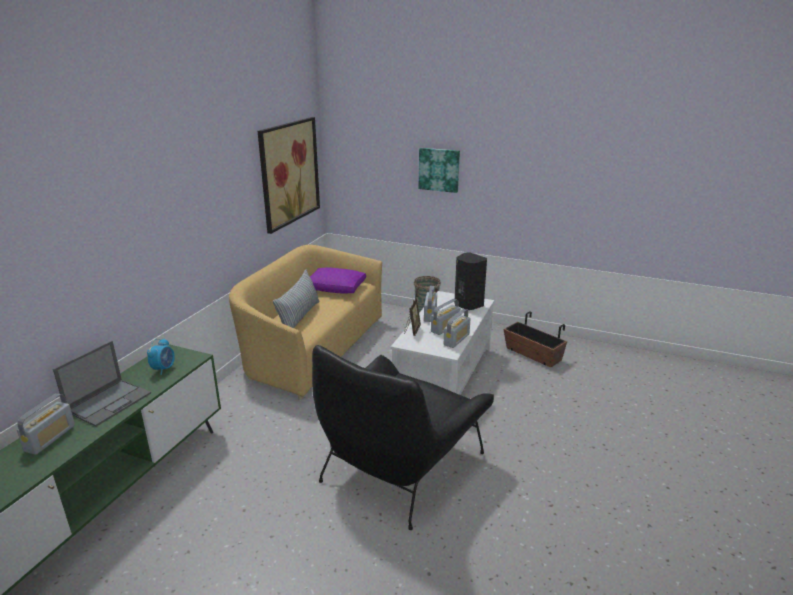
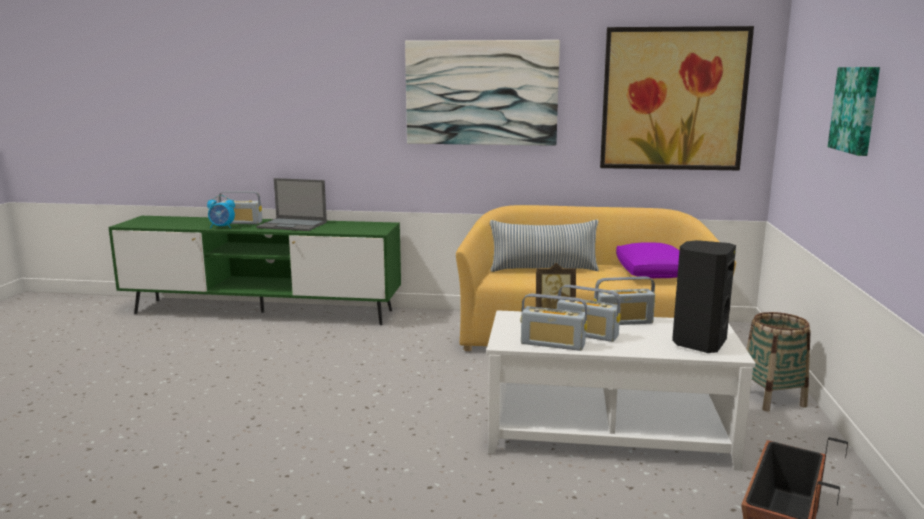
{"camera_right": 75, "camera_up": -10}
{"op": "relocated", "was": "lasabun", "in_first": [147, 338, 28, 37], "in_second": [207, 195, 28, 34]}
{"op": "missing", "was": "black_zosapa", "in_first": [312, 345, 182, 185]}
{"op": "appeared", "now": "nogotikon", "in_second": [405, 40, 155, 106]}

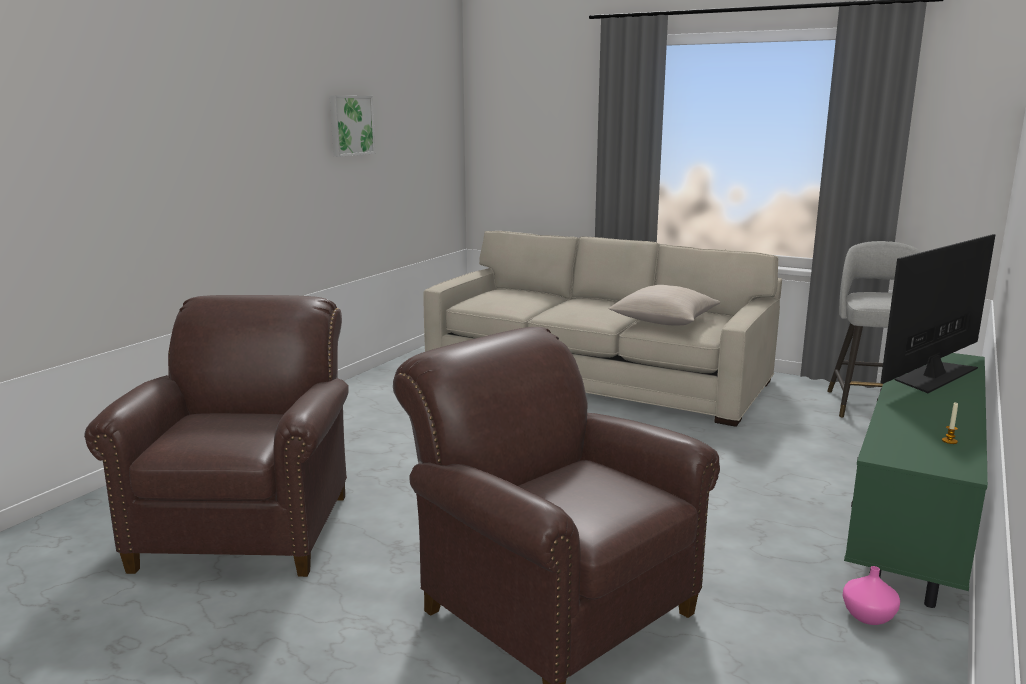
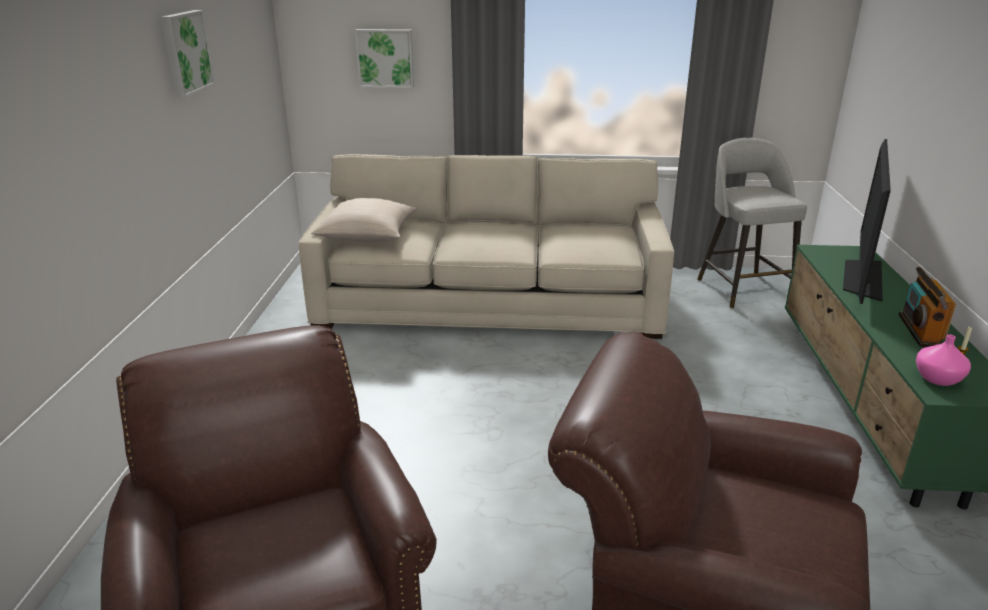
{"camera_right": -25, "camera_up": 10}
{"op": "relocated", "was": "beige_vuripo", "in_first": [609, 285, 112, 40], "in_second": [311, 198, 106, 44]}
{"op": "relocated", "was": "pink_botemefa", "in_first": [843, 566, 57, 59], "in_second": [916, 335, 55, 51]}
{"op": "appeared", "now": "nogotikon", "in_second": [355, 29, 59, 59]}
{"op": "appeared", "now": "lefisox", "in_second": [898, 267, 58, 80]}

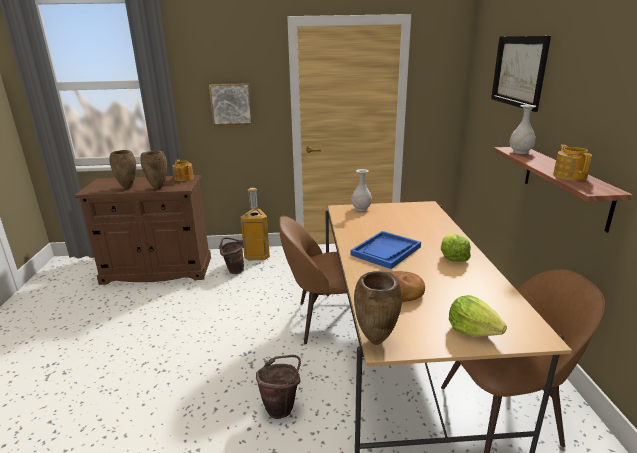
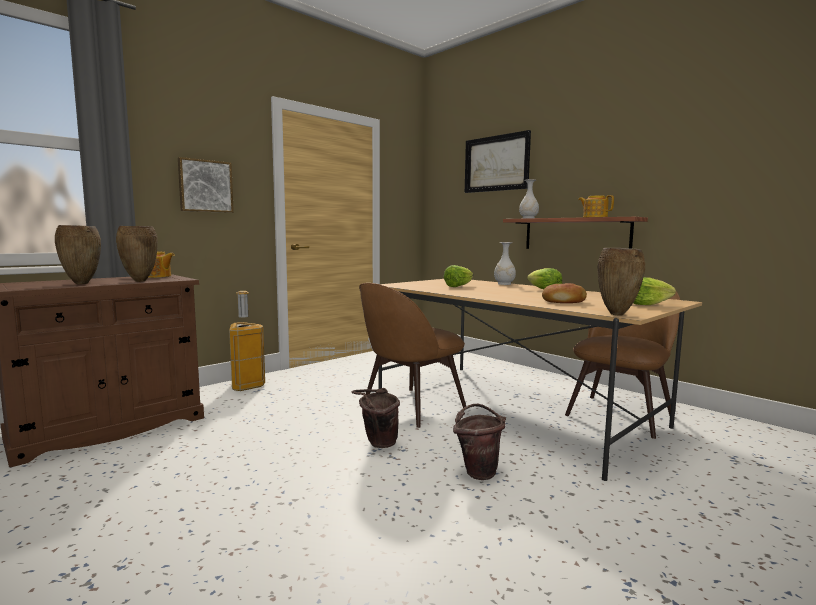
{"camera_right": -40, "camera_up": -15}
{"op": "relocated", "was": "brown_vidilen", "in_first": [219, 237, 25, 37], "in_second": [352, 388, 48, 60]}
{"op": "missing", "was": "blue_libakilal", "in_first": [350, 231, 71, 38]}
{"op": "relocated", "was": "white_botemefa", "in_first": [351, 169, 21, 42], "in_second": [494, 242, 22, 43]}
{"op": "appeared", "now": "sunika", "in_second": [444, 265, 29, 22]}

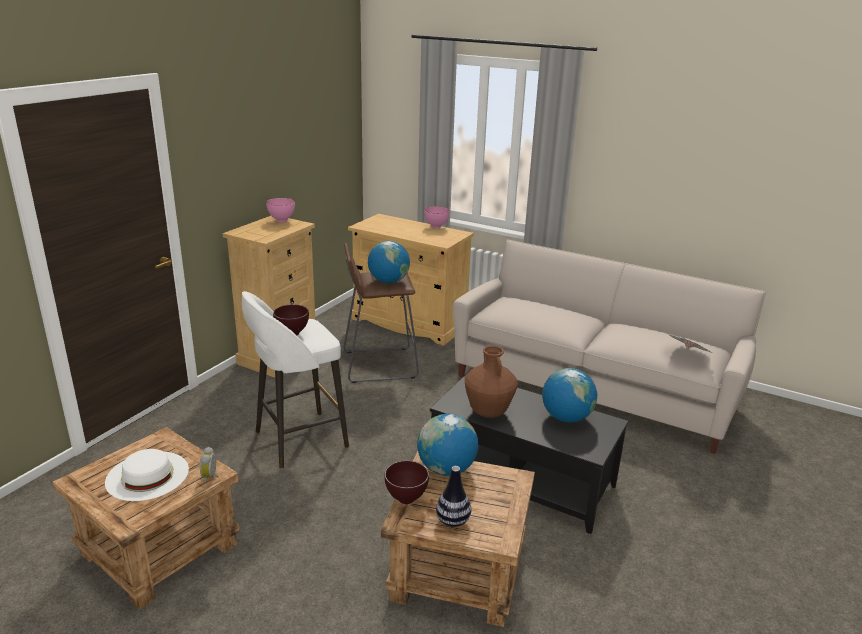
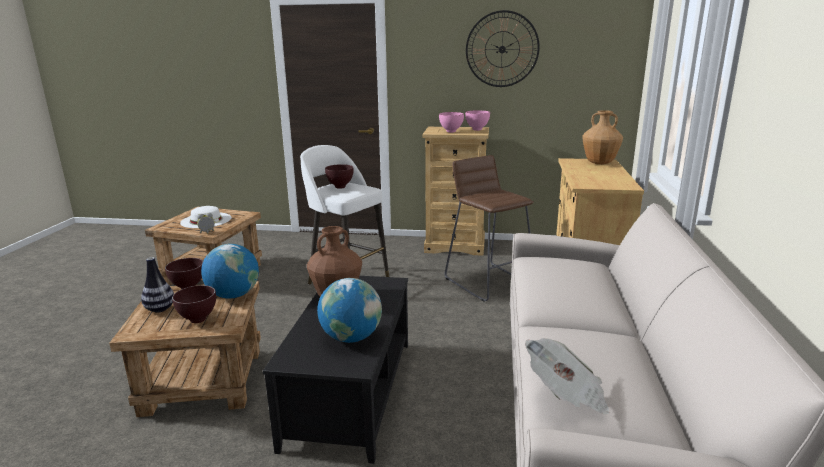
{"camera_right": 70, "camera_up": -5}
{"op": "missing", "was": "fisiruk", "in_first": [368, 241, 42, 42]}
{"op": "relocated", "was": "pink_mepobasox", "in_first": [424, 206, 25, 23], "in_second": [439, 112, 25, 21]}
{"op": "appeared", "now": "brown_mepobasox", "in_second": [172, 285, 44, 38]}
{"op": "appeared", "now": "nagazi", "in_second": [466, 10, 74, 77]}
{"op": "appeared", "now": "brown_botemefa", "in_second": [582, 110, 41, 55]}

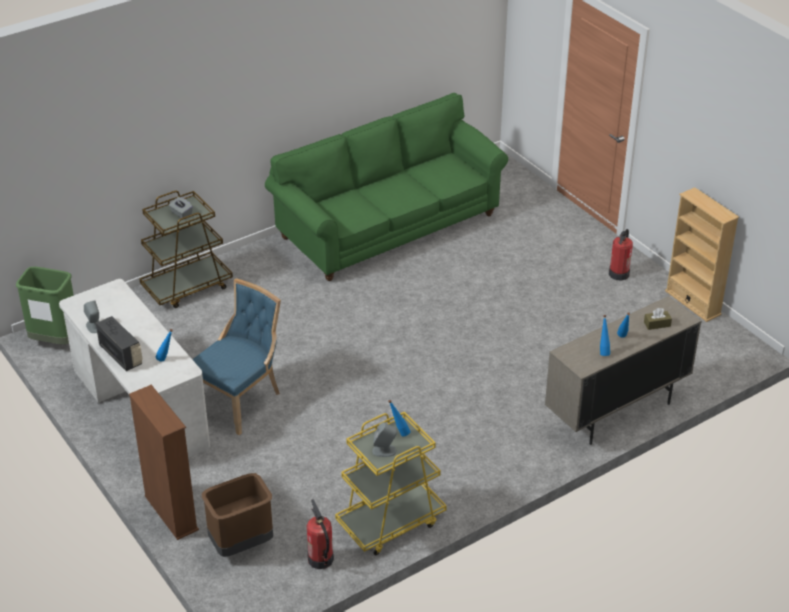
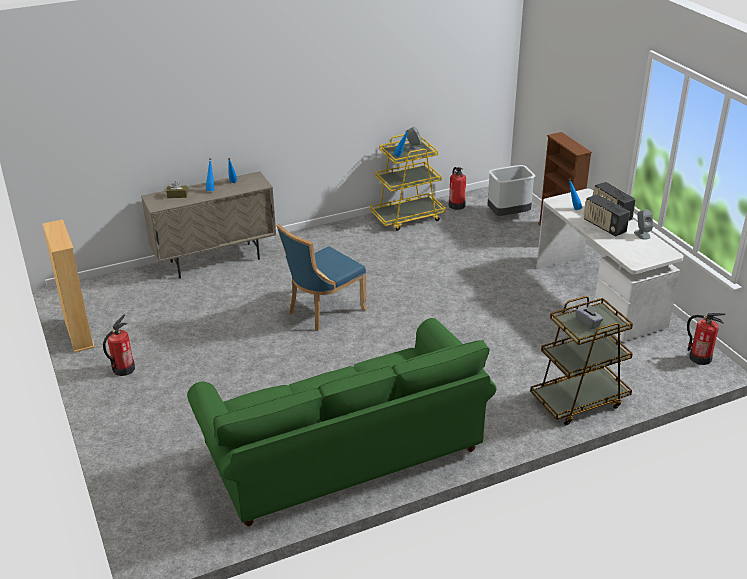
{"camera_right": -170, "camera_up": -5}
{"op": "exchanged", "was": "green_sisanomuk", "now": "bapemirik", "in_first": [16, 267, 58, 78], "in_second": [687, 313, 38, 52]}
{"op": "relocated", "was": "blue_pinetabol", "in_first": [192, 278, 89, 157], "in_second": [277, 224, 90, 107]}
{"op": "colour", "was": "brown_sisanomuk", "now": "grey_sisanomuk", "in_first": [202, 473, 71, 84], "in_second": [488, 165, 47, 51]}
{"op": "appeared", "now": "lefisox", "in_second": [583, 194, 47, 42]}

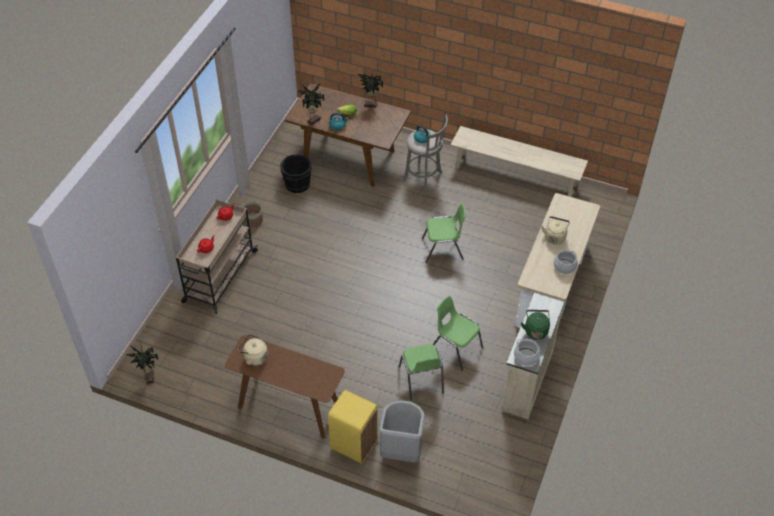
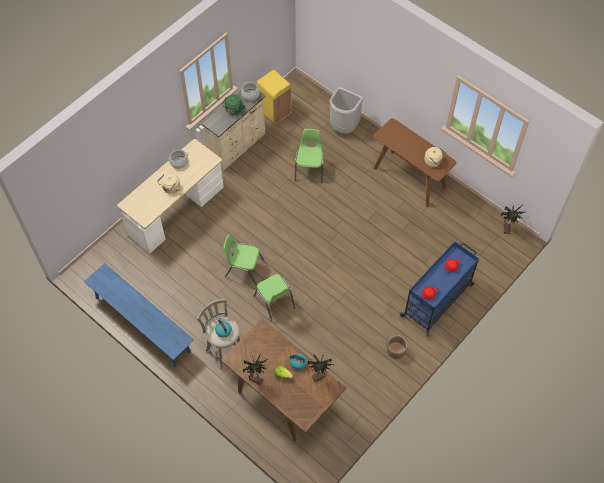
{"camera_right": -160, "camera_up": 10}
{"op": "colour", "was": "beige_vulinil", "now": "blue_vulinil", "in_first": [176, 199, 82, 115], "in_second": [400, 241, 79, 96]}
{"op": "missing", "was": "black_vidilen", "in_first": [280, 155, 32, 38]}
{"op": "relocated", "was": "yellow_sisanomuk", "in_first": [328, 390, 50, 74], "in_second": [257, 70, 35, 54]}
{"op": "relocated", "was": "green_pinetabol", "in_first": [433, 296, 50, 75], "in_second": [254, 274, 41, 47]}
{"op": "colour", "was": "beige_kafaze", "now": "blue_kafaze", "in_first": [451, 126, 137, 71], "in_second": [84, 263, 110, 104]}

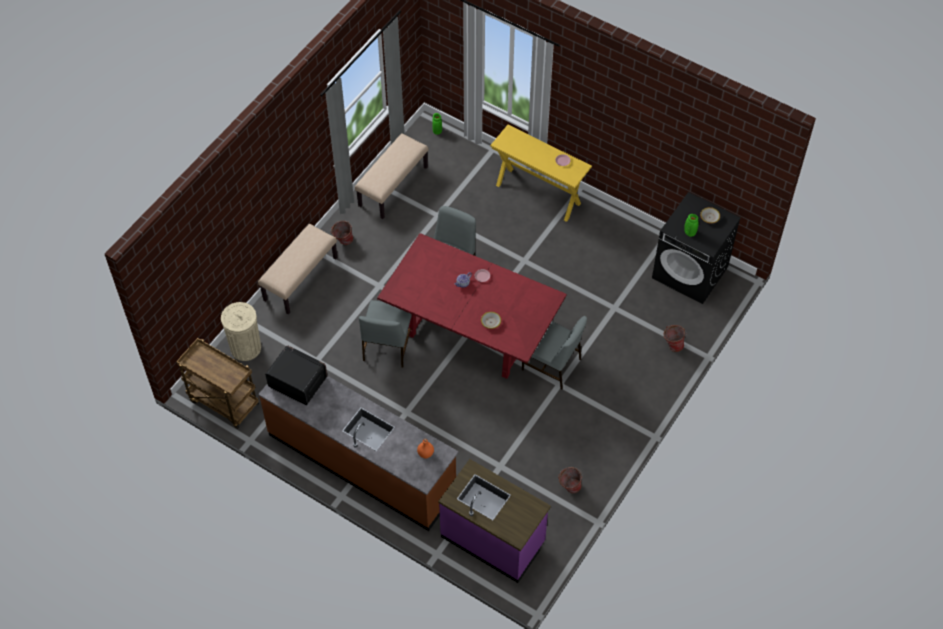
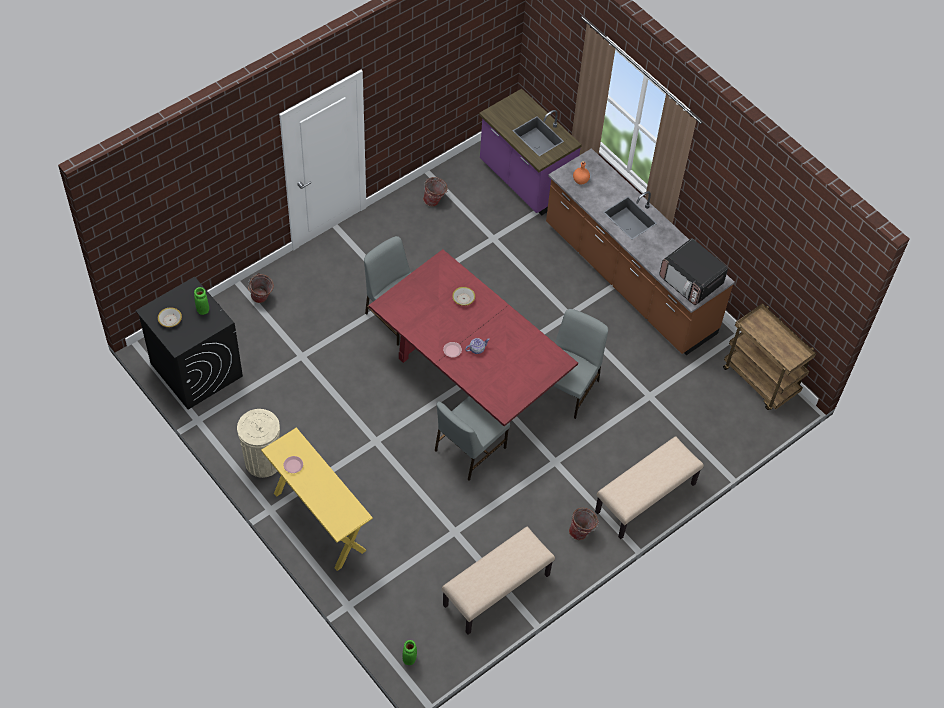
{"camera_right": -165, "camera_up": 0}
{"op": "relocated", "was": "beige_sisanomuk", "in_first": [221, 302, 40, 59], "in_second": [237, 409, 43, 69]}

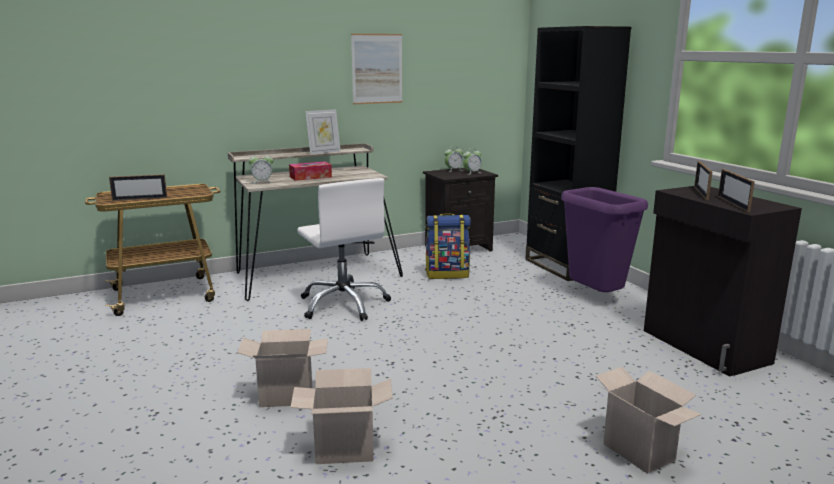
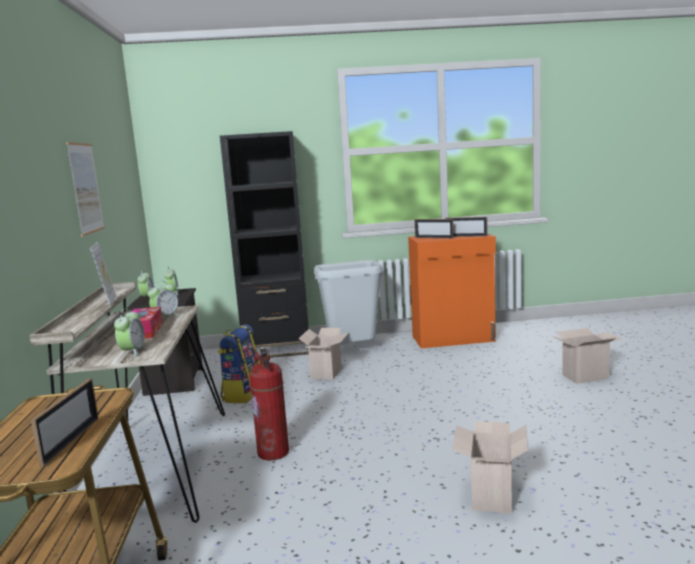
{"camera_right": -70, "camera_up": -5}
{"op": "relocated", "was": "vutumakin", "in_first": [290, 368, 103, 96], "in_second": [299, 328, 50, 52]}
{"op": "exchanged", "was": "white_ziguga", "now": "bapemirik", "in_first": [297, 178, 94, 143], "in_second": [249, 348, 40, 113]}
{"op": "colour", "was": "purple_sisanomuk", "now": "grey_sisanomuk", "in_first": [561, 187, 87, 105], "in_second": [314, 260, 69, 84]}
{"op": "colour", "was": "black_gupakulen", "now": "orange_gupakulen", "in_first": [644, 186, 158, 191], "in_second": [408, 234, 88, 114]}
{"op": "appeared", "now": "lasabun", "in_second": [148, 281, 32, 39]}

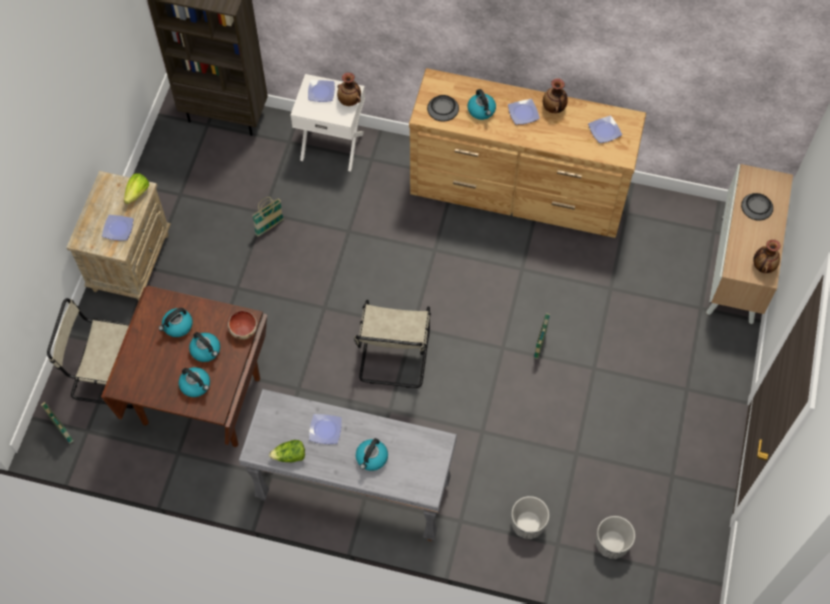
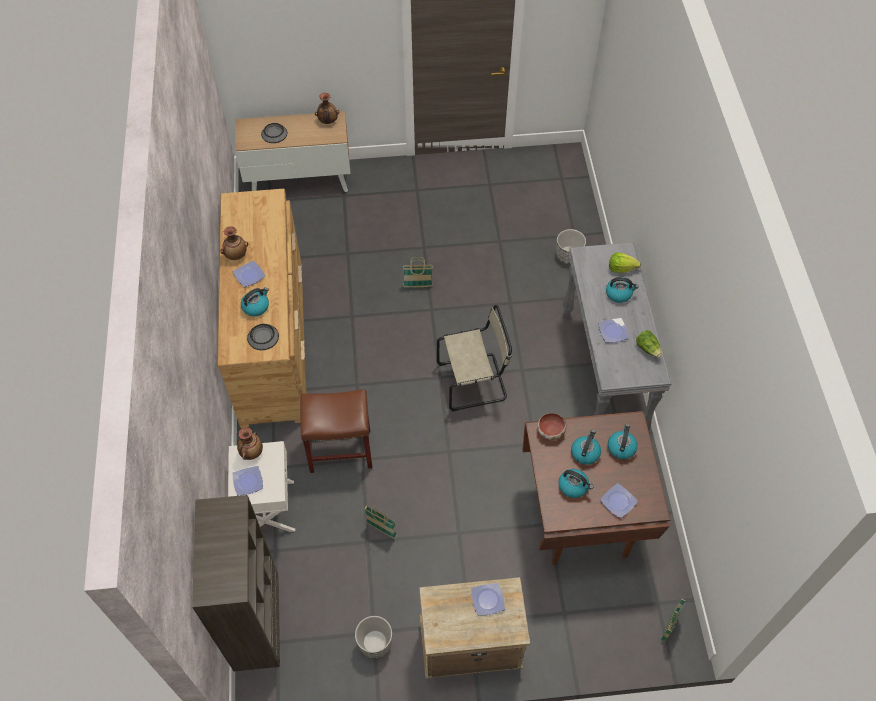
{"camera_right": -110, "camera_up": -5}
{"op": "missing", "was": "beige_pinetabol", "in_first": [47, 298, 86, 111]}
{"op": "relocated", "was": "sunika", "in_first": [124, 173, 25, 31], "in_second": [609, 253, 32, 20]}
{"op": "relocated", "was": "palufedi", "in_first": [588, 116, 34, 27], "in_second": [600, 483, 38, 35]}
{"op": "relocated", "was": "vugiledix", "in_first": [595, 516, 40, 43], "in_second": [355, 616, 37, 43]}
{"op": "appeared", "now": "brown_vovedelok", "in_second": [300, 389, 72, 84]}

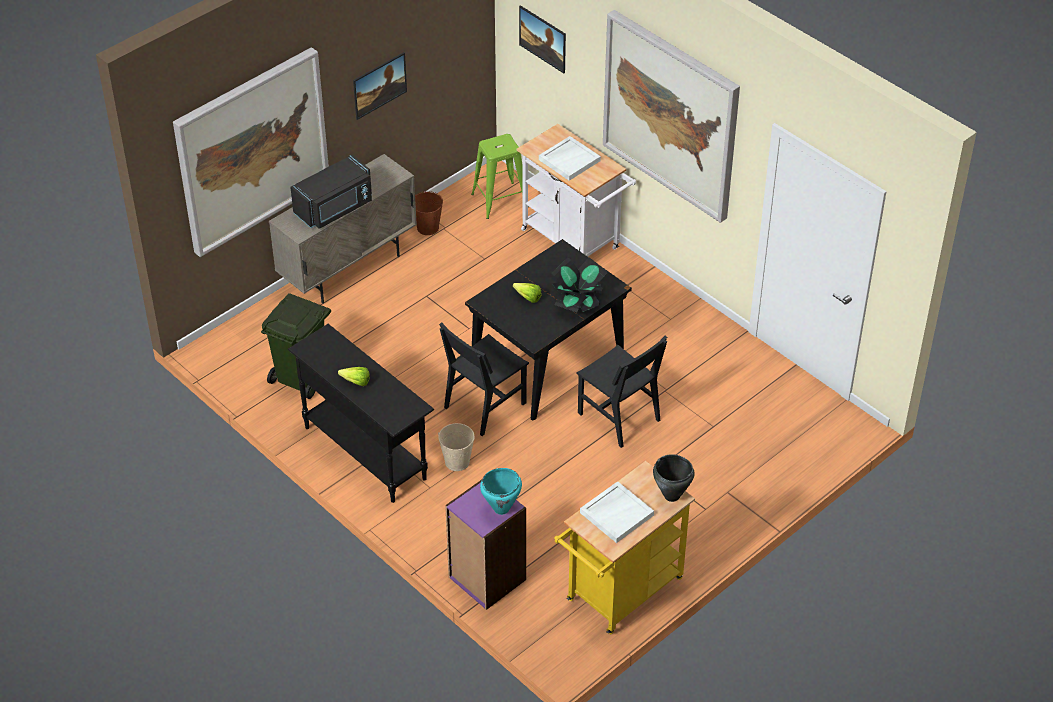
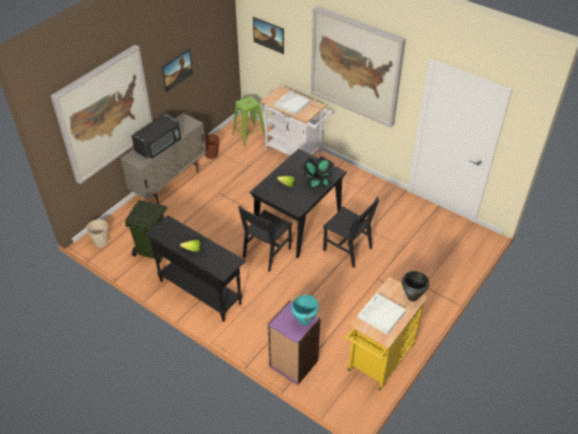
{"camera_right": -10, "camera_up": 0}
{"op": "relocated", "was": "beige_vidilen", "in_first": [438, 423, 37, 48], "in_second": [86, 219, 23, 28]}

